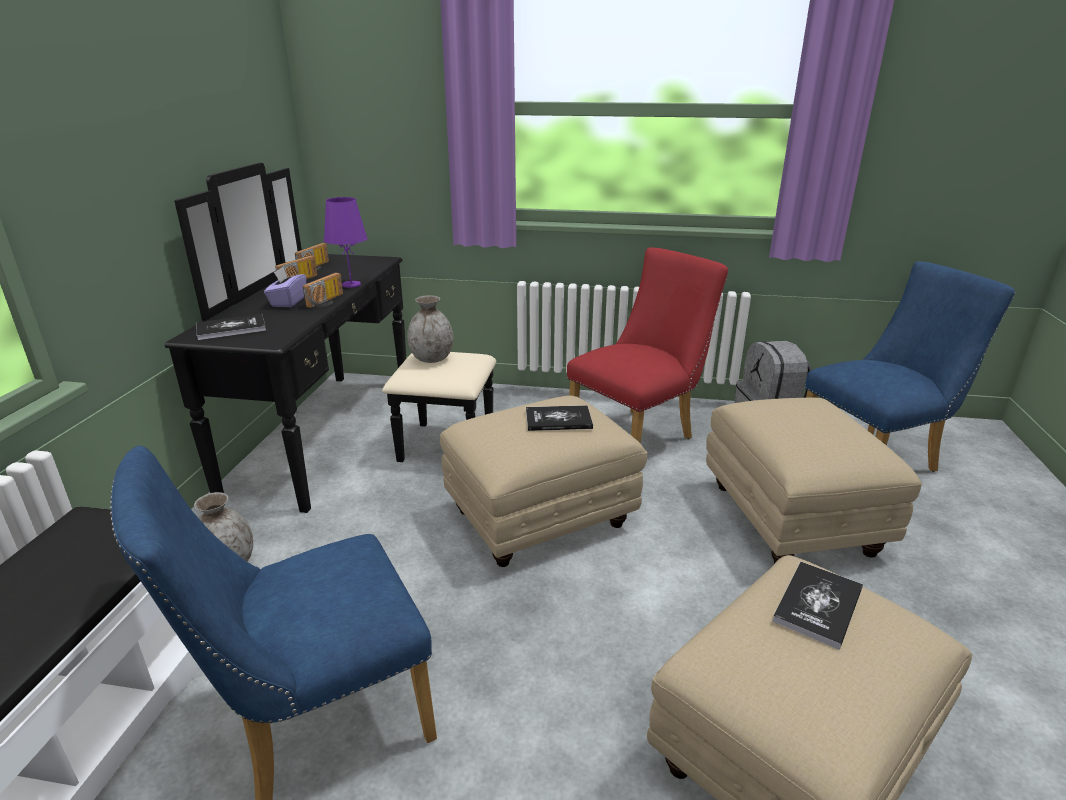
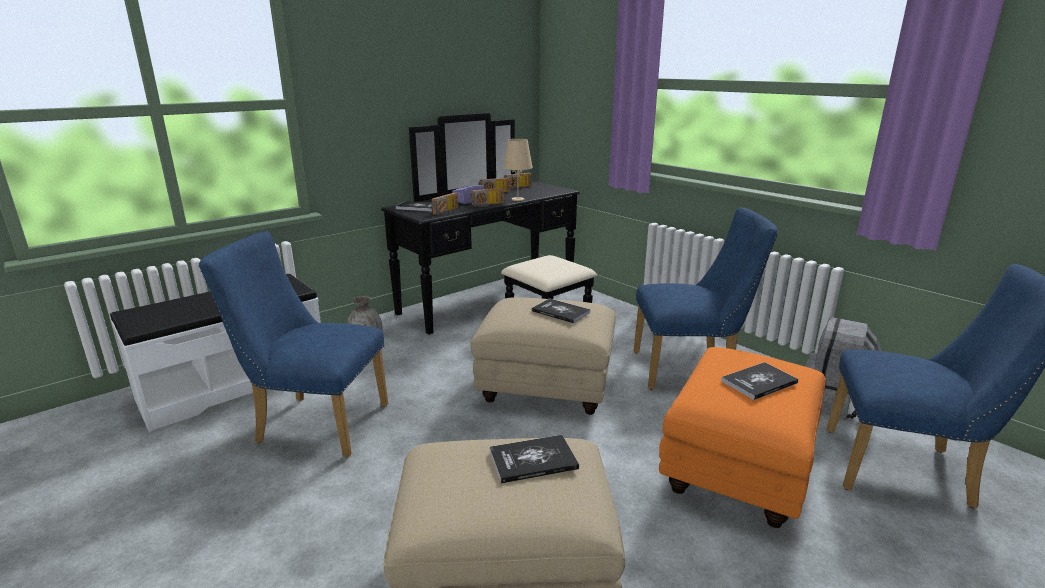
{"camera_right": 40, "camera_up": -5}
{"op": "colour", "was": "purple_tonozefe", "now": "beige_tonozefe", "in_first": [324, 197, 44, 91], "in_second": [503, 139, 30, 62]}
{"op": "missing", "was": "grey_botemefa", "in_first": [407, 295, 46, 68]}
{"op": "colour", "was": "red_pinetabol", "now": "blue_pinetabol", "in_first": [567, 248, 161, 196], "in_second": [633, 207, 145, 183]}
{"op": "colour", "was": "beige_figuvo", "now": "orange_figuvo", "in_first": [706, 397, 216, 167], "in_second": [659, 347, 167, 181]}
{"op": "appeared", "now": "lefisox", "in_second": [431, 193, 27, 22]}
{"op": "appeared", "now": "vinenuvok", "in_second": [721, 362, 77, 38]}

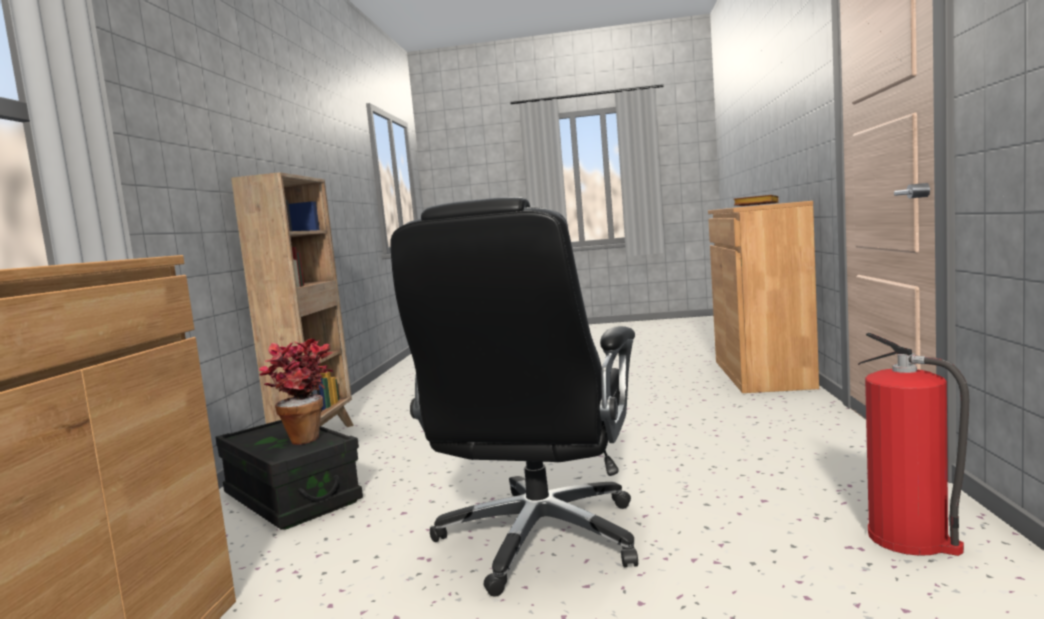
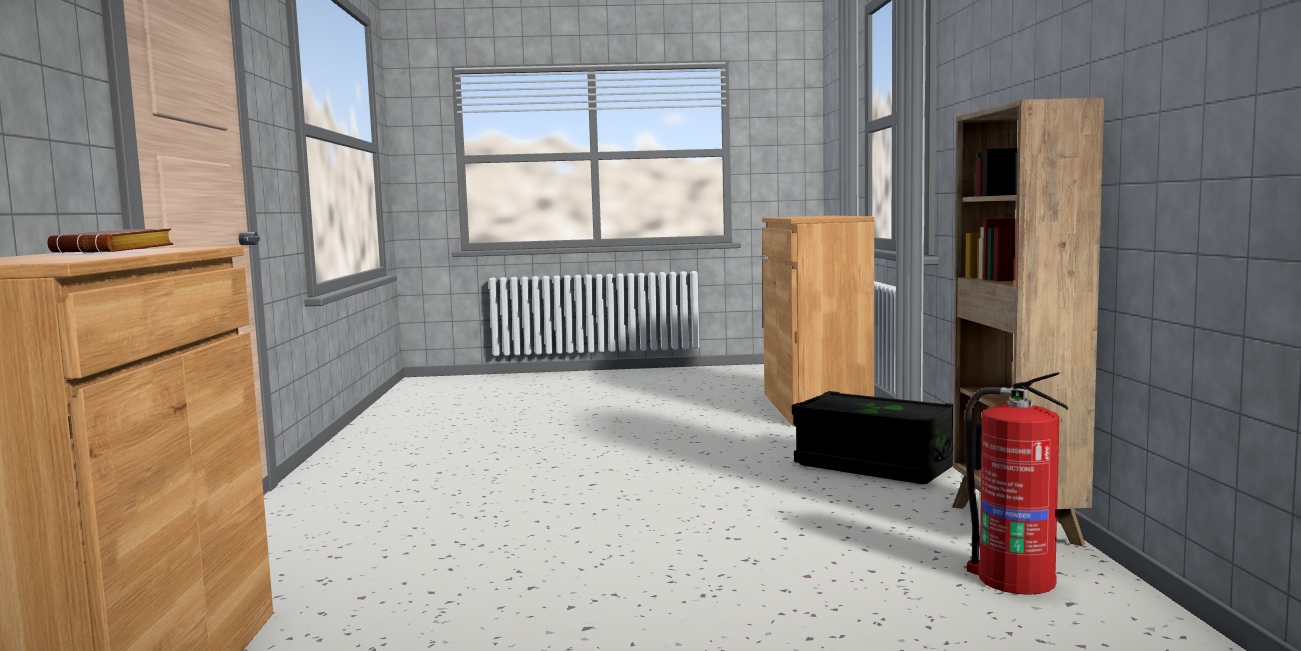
{"camera_right": 170, "camera_up": 0}
{"op": "missing", "was": "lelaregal", "in_first": [259, 339, 74, 106]}
{"op": "missing", "was": "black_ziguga", "in_first": [390, 197, 248, 400]}
{"op": "relocated", "was": "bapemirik", "in_first": [858, 333, 111, 223], "in_second": [965, 372, 104, 223]}

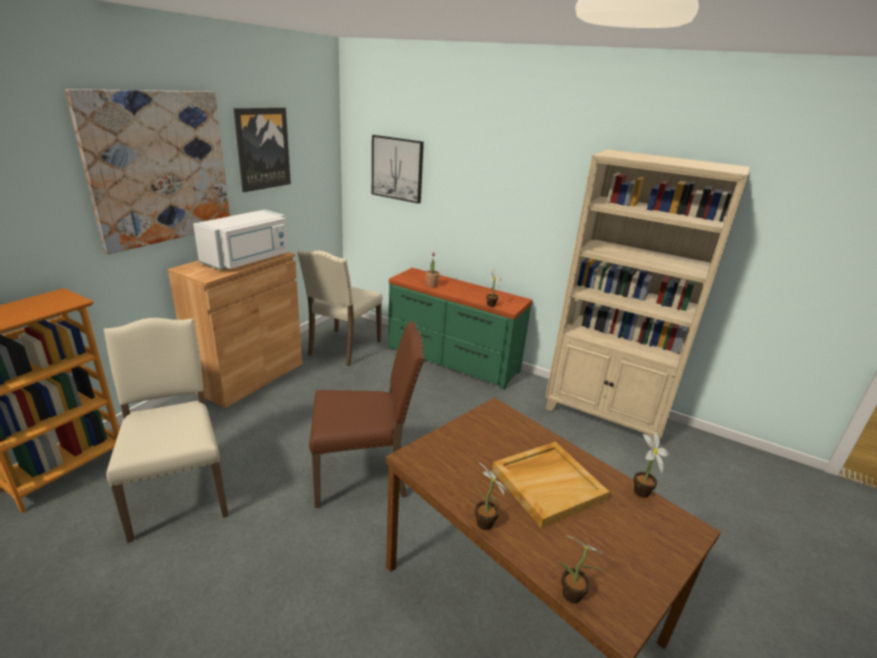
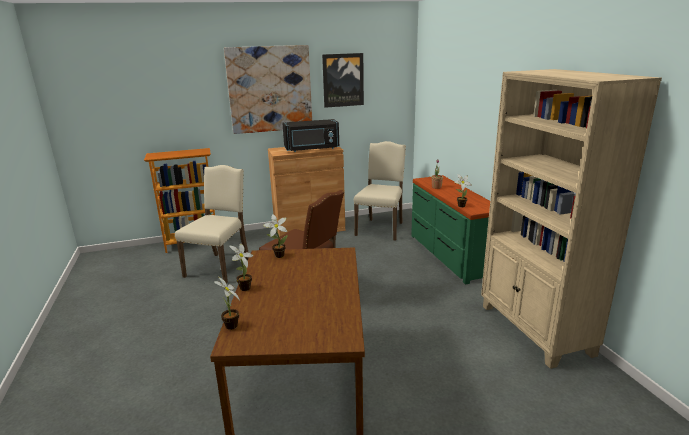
{"camera_right": 45, "camera_up": -5}
{"op": "colour", "was": "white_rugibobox", "now": "black_rugibobox", "in_first": [193, 209, 96, 61], "in_second": [283, 119, 56, 33]}
{"op": "spun", "was": "beige_pinetabol", "in_first": [297, 250, 85, 116], "in_second": [354, 141, 52, 100], "clockwise": 135}
{"op": "missing", "was": "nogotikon", "in_first": [372, 135, 52, 69]}
{"op": "missing", "was": "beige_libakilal", "in_first": [492, 442, 118, 86]}
{"op": "relocated", "was": "lelaregal", "in_first": [634, 431, 35, 67], "in_second": [263, 214, 25, 44]}

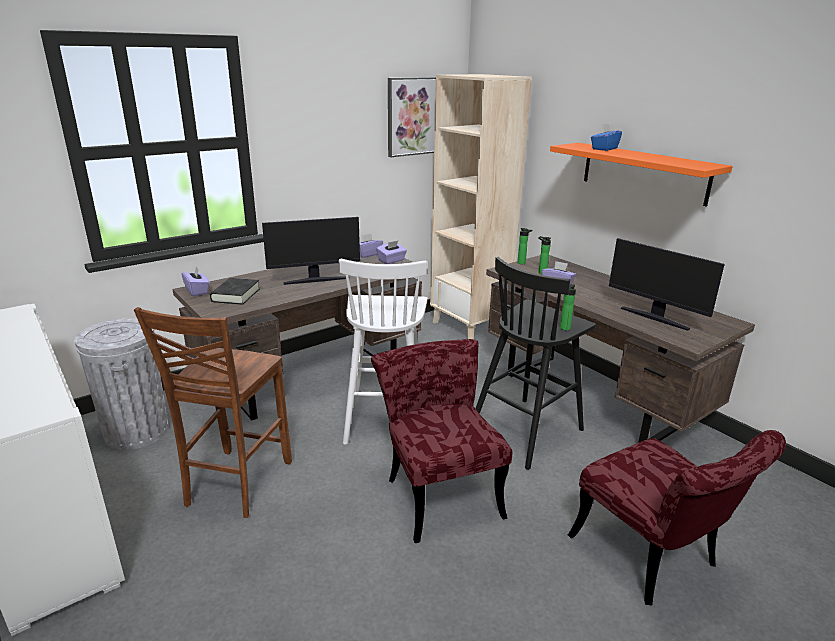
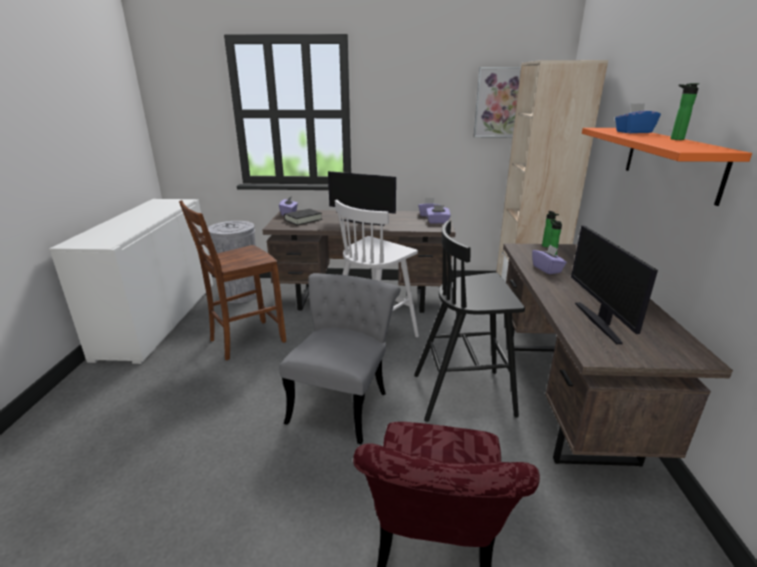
{"camera_right": 40, "camera_up": 0}
{"op": "colour", "was": "red_pinetabol", "now": "grey_pinetabol", "in_first": [371, 339, 141, 204], "in_second": [280, 273, 120, 171]}
{"op": "relocated", "was": "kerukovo", "in_first": [560, 284, 16, 46], "in_second": [671, 83, 29, 57]}

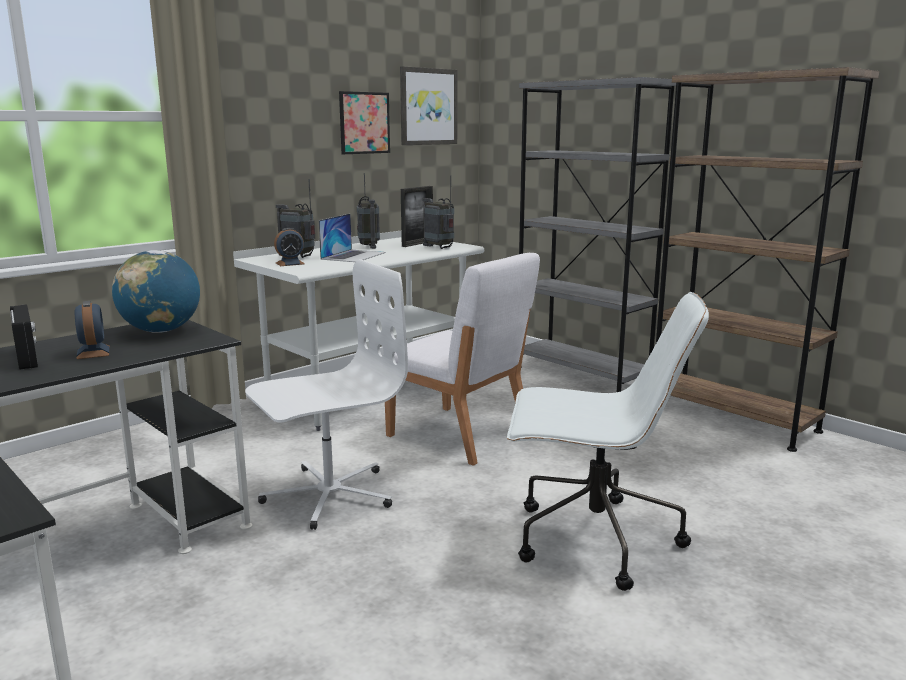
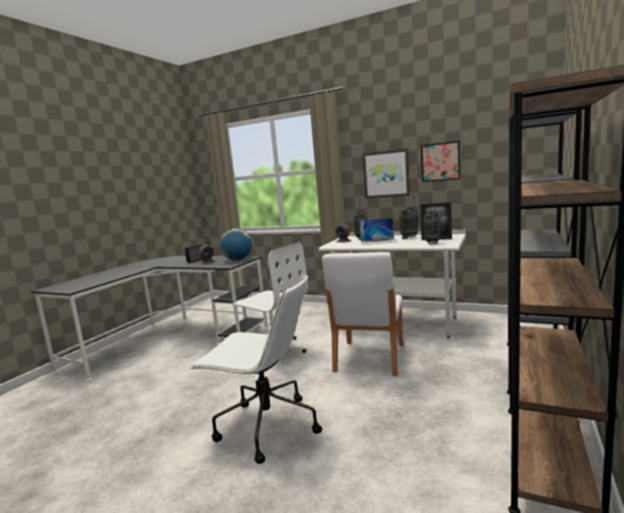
{"camera_right": 70, "camera_up": -5}
{"op": "relocated", "was": "nogotikon", "in_first": [400, 66, 57, 79], "in_second": [362, 148, 48, 51]}
{"op": "spun", "was": "white_ziguga", "in_first": [507, 292, 202, 299], "in_second": [190, 274, 132, 190], "clockwise": -60}

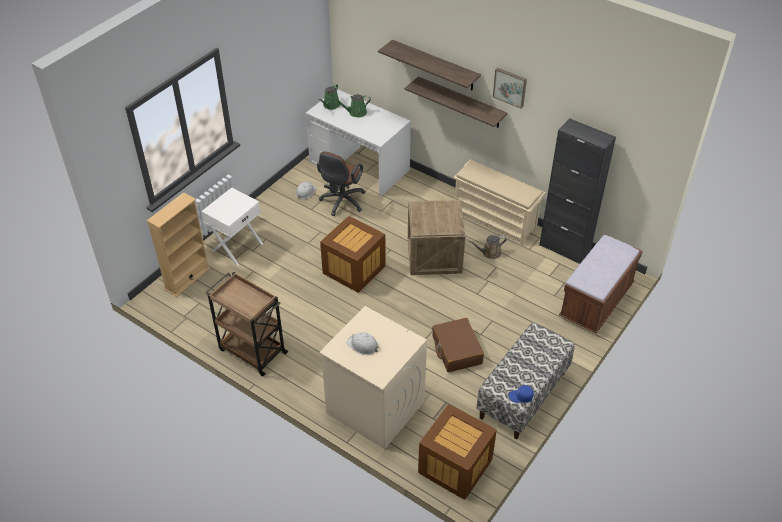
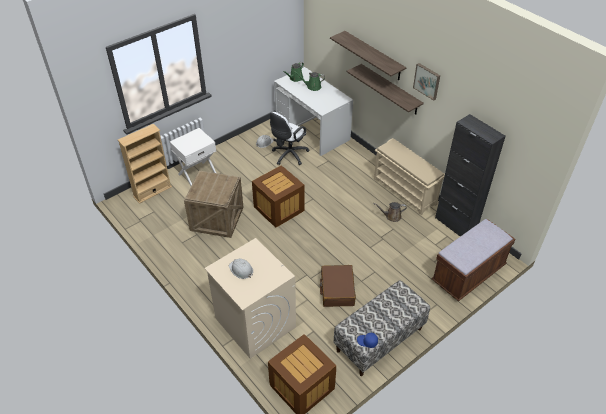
{"camera_right": 15, "camera_up": 0}
{"op": "missing", "was": "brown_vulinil", "in_first": [205, 272, 84, 104]}
{"op": "colour", "was": "brown_ziguga", "now": "white_ziguga", "in_first": [317, 152, 49, 64], "in_second": [270, 112, 40, 53]}
{"op": "relocated", "was": "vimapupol", "in_first": [408, 200, 57, 75], "in_second": [184, 171, 60, 67]}

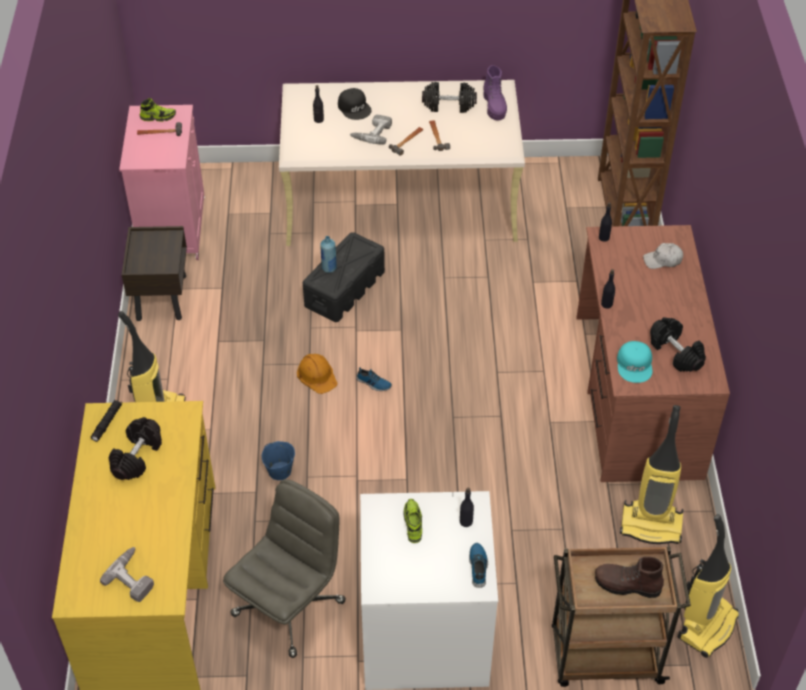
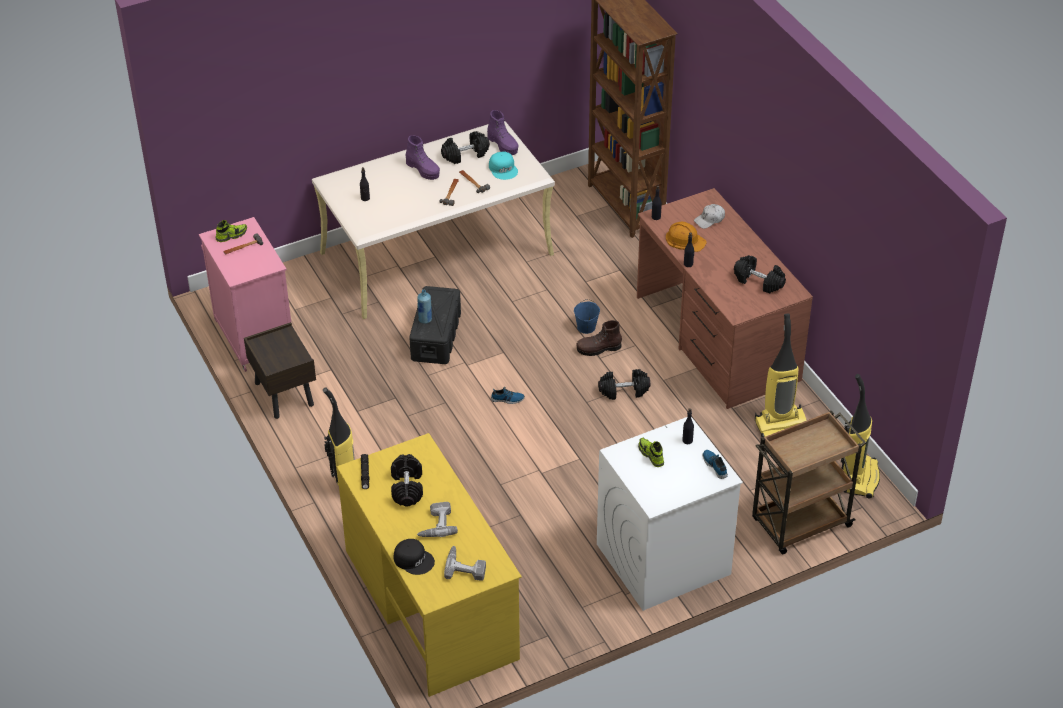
{"camera_right": -25, "camera_up": -5}
{"op": "missing", "was": "grey_ziguga", "in_first": [223, 479, 123, 179]}
{"op": "relocated", "was": "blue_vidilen", "in_first": [262, 441, 33, 39], "in_second": [574, 299, 26, 35]}
{"op": "relocated", "was": "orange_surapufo", "in_first": [297, 354, 40, 40], "in_second": [666, 222, 41, 30]}
{"op": "relocated", "was": "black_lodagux", "in_first": [338, 88, 33, 32], "in_second": [394, 539, 41, 36]}
{"op": "relocated", "was": "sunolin", "in_first": [350, 115, 42, 30], "in_second": [417, 502, 41, 35]}
{"op": "relocated", "was": "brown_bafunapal", "in_first": [595, 557, 69, 41], "in_second": [576, 320, 46, 36]}
{"op": "relocated", "was": "turquoise_lodagux", "in_first": [617, 341, 36, 42], "in_second": [489, 151, 29, 29]}
{"op": "appeared", "now": "purple_bafunapal", "in_second": [406, 135, 34, 45]}
{"op": "appeared", "now": "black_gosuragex", "in_second": [598, 369, 52, 31]}

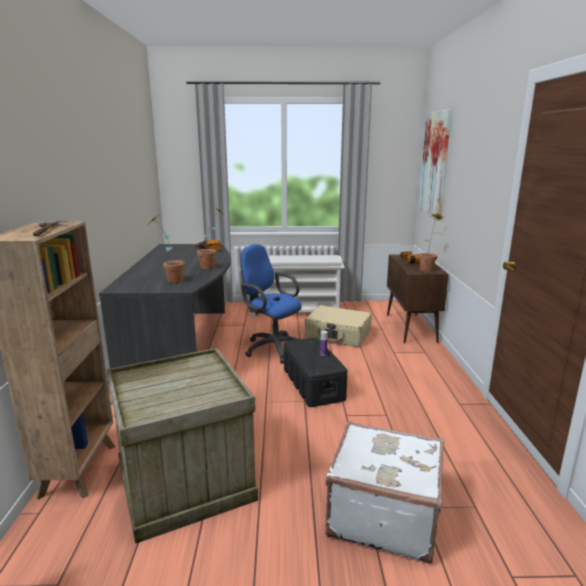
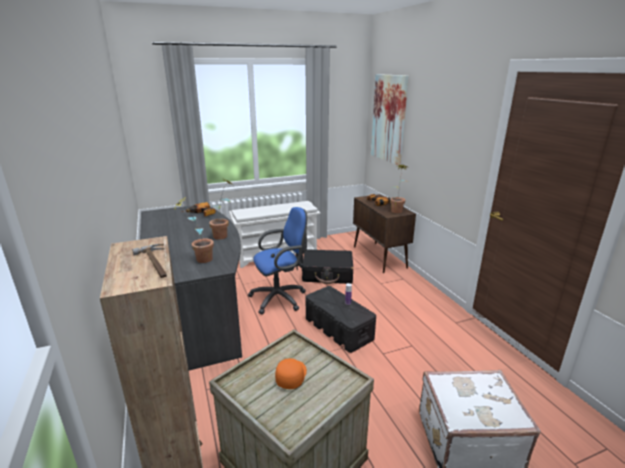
{"camera_right": -20, "camera_up": 5}
{"op": "spun", "was": "blue_ziguga", "in_first": [240, 244, 62, 120], "in_second": [248, 207, 59, 108], "clockwise": 135}
{"op": "colour", "was": "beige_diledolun", "now": "black_diledolun", "in_first": [304, 305, 68, 42], "in_second": [302, 249, 51, 35]}
{"op": "appeared", "now": "orange_lodagux", "in_second": [275, 358, 32, 31]}

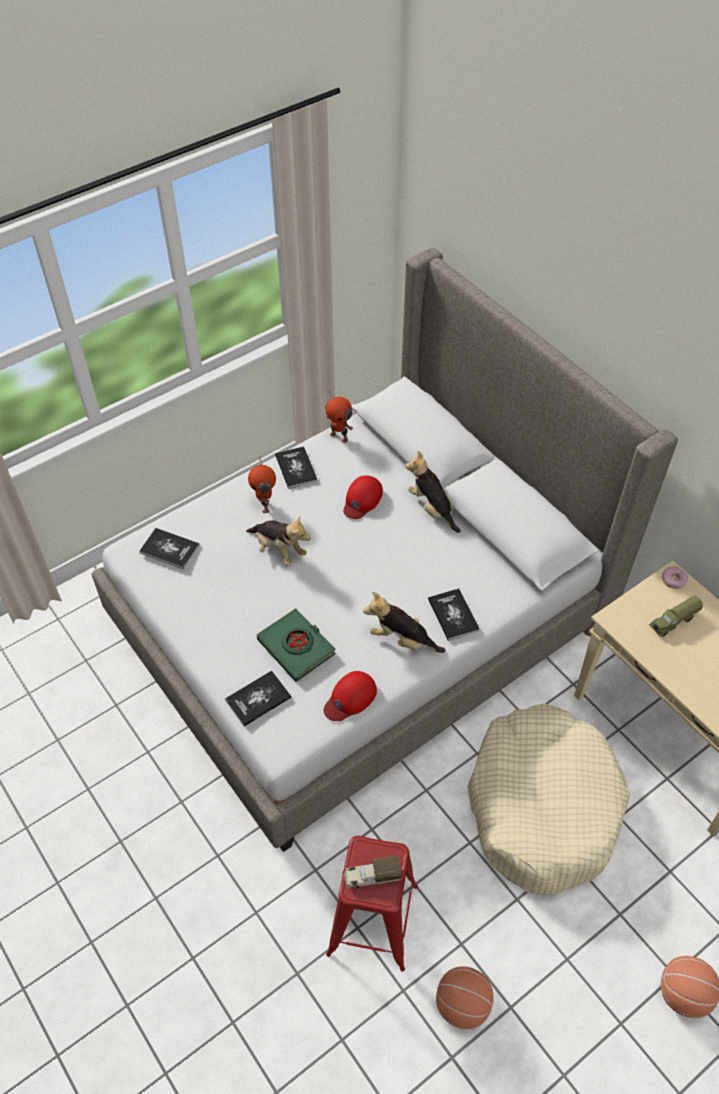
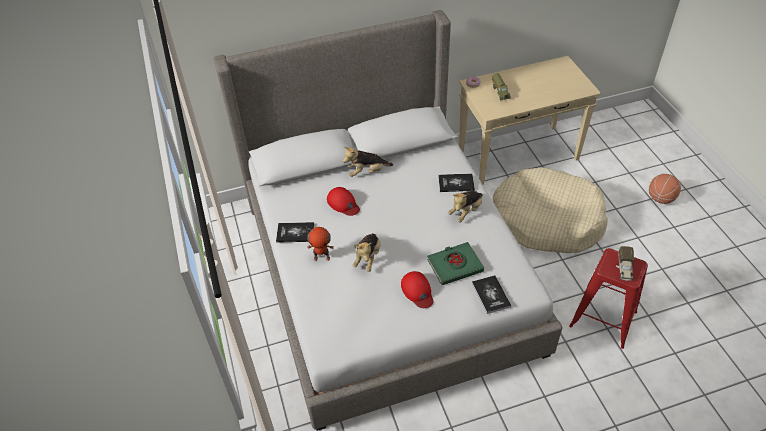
{"camera_right": -70, "camera_up": -5}
{"op": "missing", "was": "vinenuvok", "in_first": [139, 528, 61, 41]}
{"op": "spun", "was": "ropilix", "in_first": [246, 516, 65, 50], "in_second": [353, 233, 28, 39], "clockwise": 135}
{"op": "relocated", "was": "red_lodagux", "in_first": [324, 671, 53, 50], "in_second": [401, 271, 32, 37]}
{"op": "missing", "was": "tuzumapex", "in_first": [325, 390, 28, 53]}
{"op": "missing", "was": "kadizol", "in_first": [436, 966, 58, 63]}

